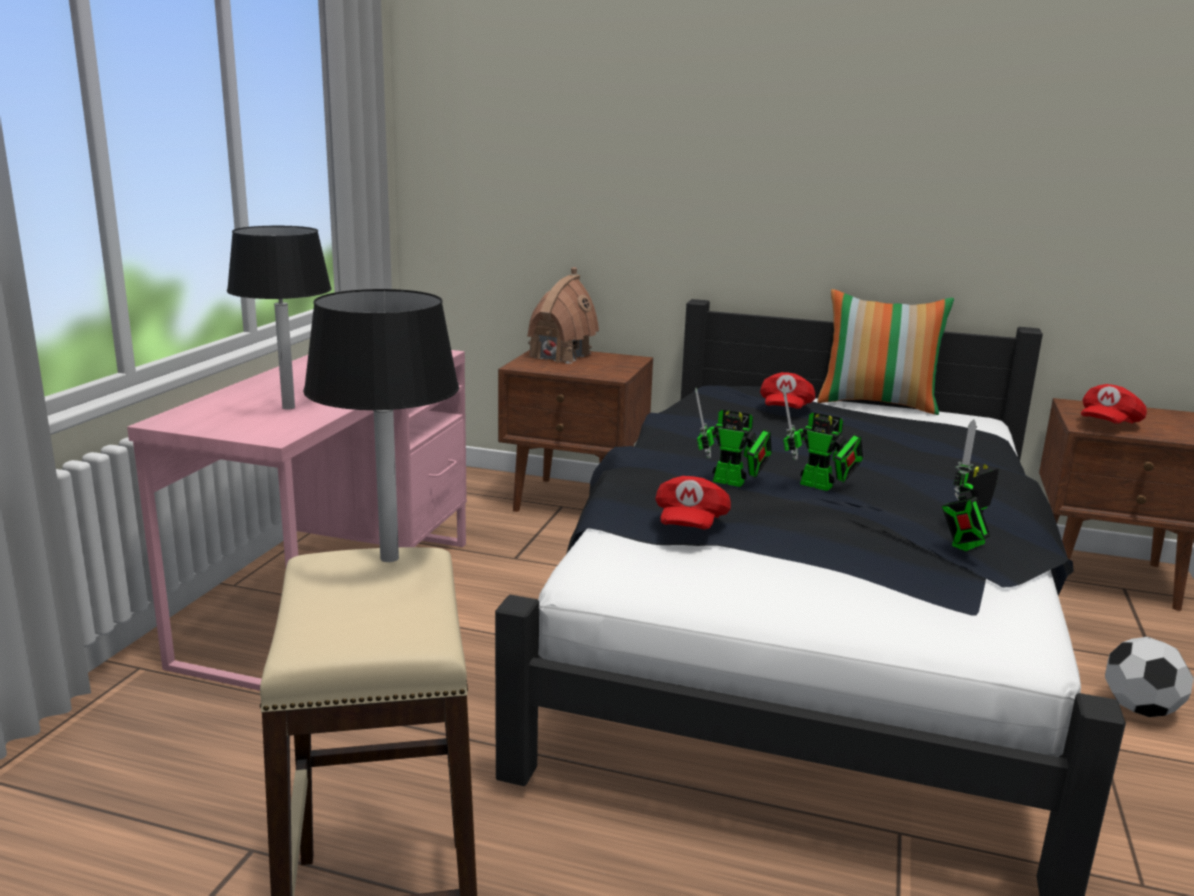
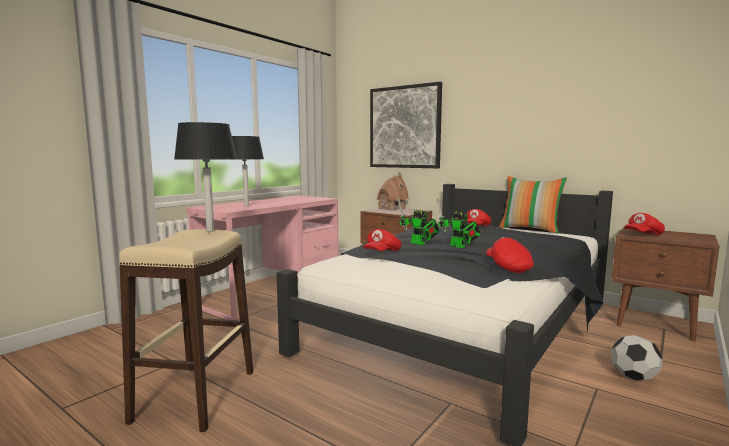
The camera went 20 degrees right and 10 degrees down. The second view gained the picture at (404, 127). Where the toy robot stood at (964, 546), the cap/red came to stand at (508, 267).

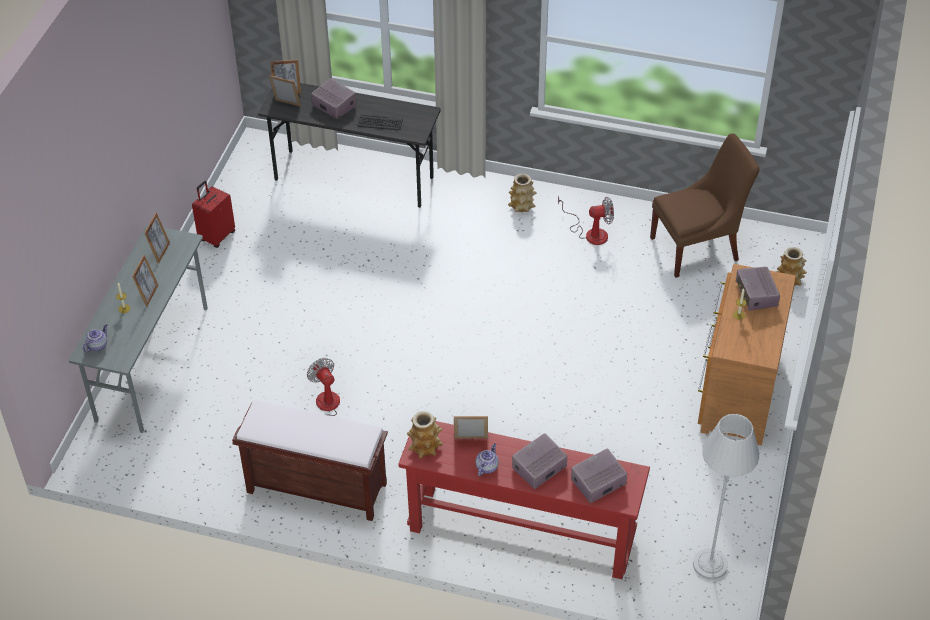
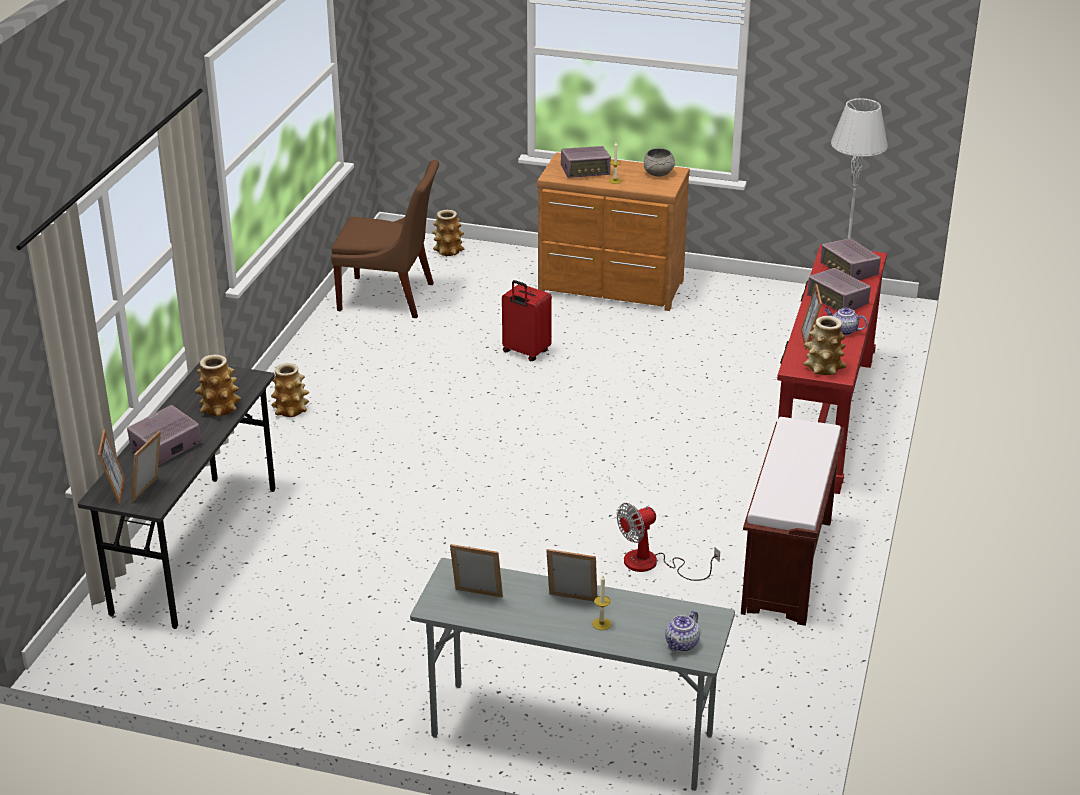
The camera went 90 degrees left and 15 degrees down. The second view lost the fan at (590, 232). The second view gained the bowl/grey at (658, 173). The suitcase/red ended up elsewhere, having gone from (216, 236) to (525, 352). Where the keyboard stood at (379, 123), the vase came to stand at (219, 408). The teapot at (97, 345) ended up facing another way, 90 degrees counterclockwise from before. The chair/brown at (698, 248) ended up facing another way, 120 degrees clockwise from before.

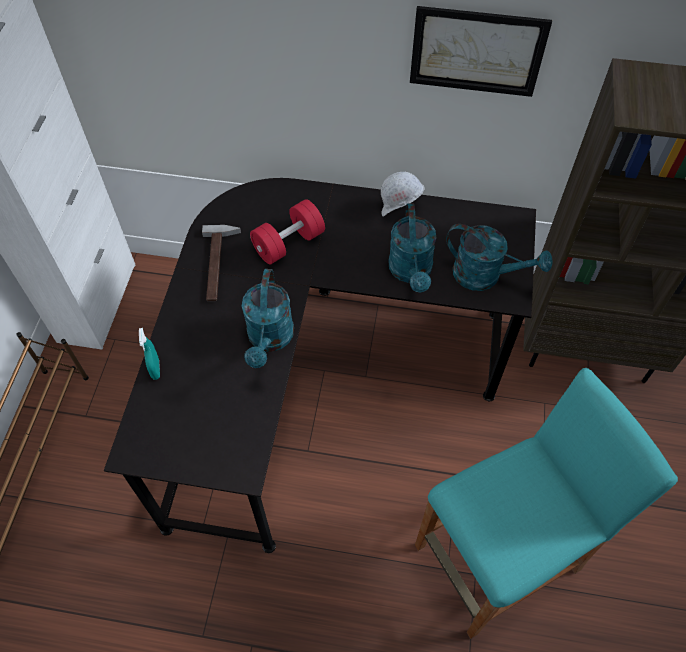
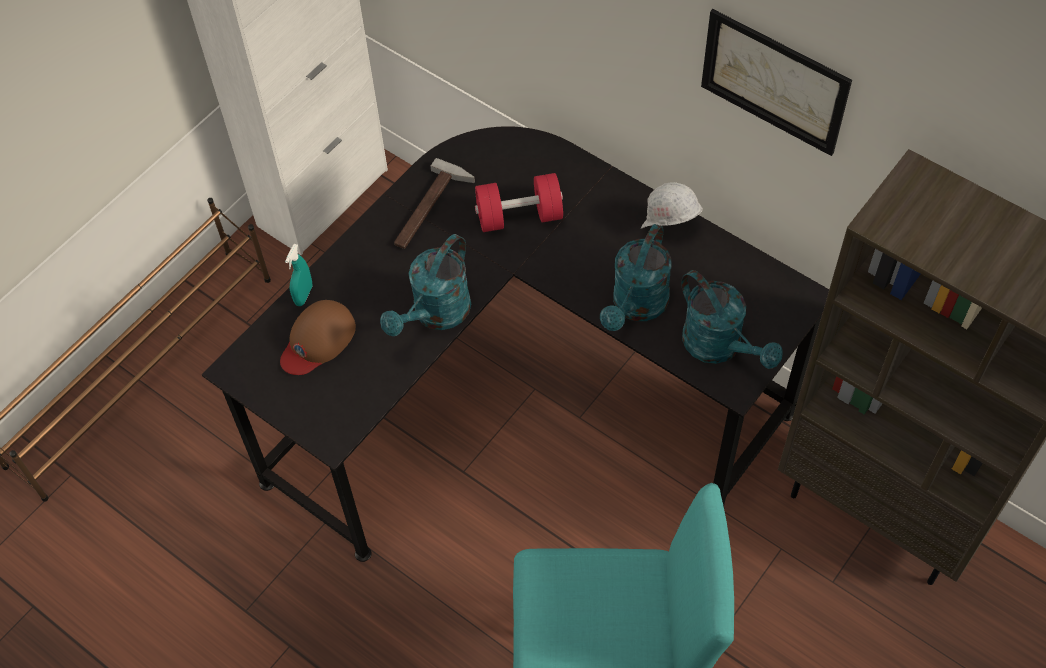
The camera went 30 degrees right and 0 degrees up. The second view gained the cap/brown at (318, 340).

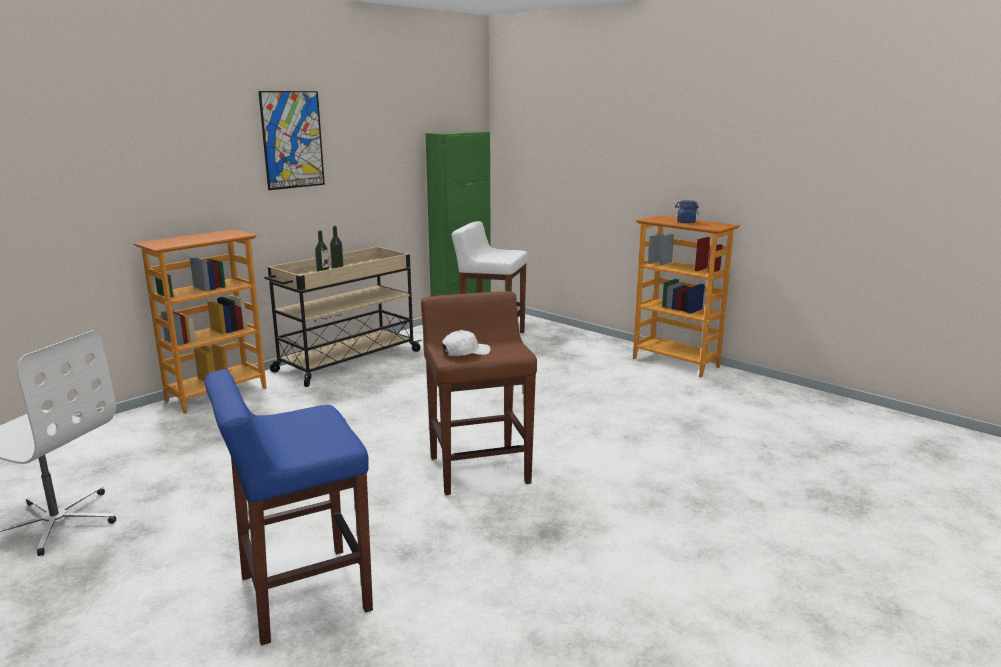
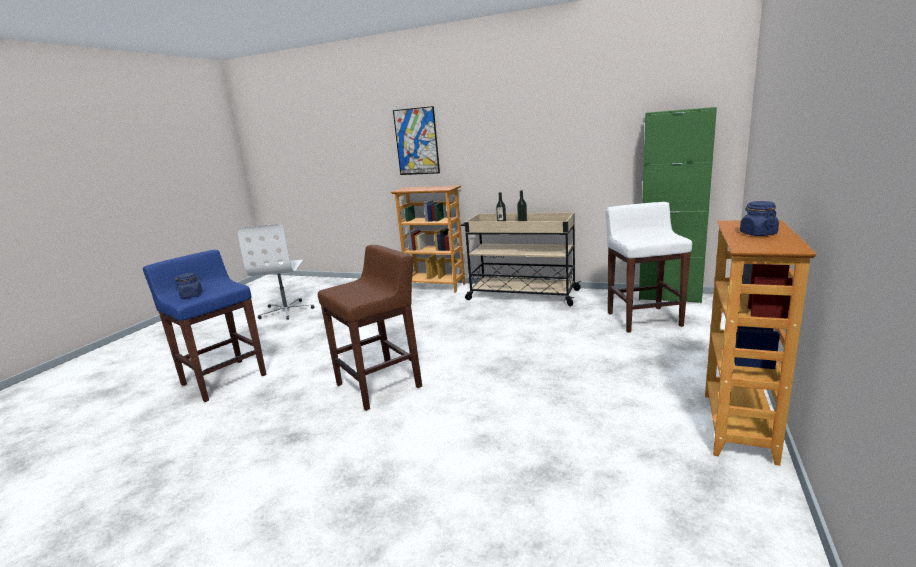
The camera went 70 degrees right and 0 degrees up. The second view lost the cap/white at (465, 352). The second view gained the jar/blue at (192, 295). The picture ended up elsewhere, having gone from (292, 140) to (416, 141).

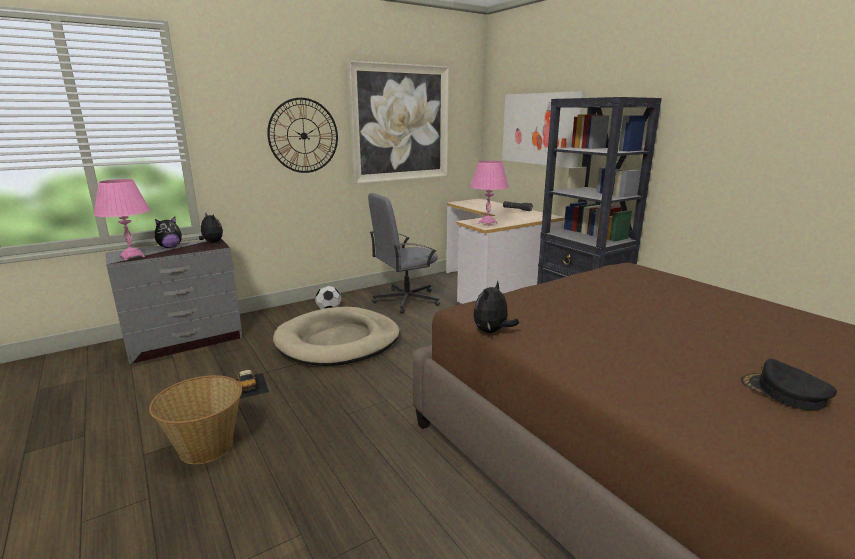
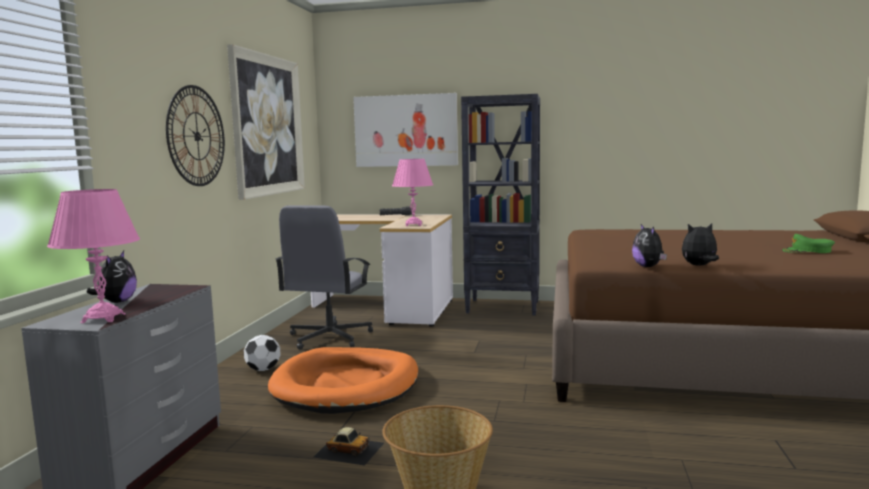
The camera went 45 degrees left and 10 degrees down. The plush toy ended up elsewhere, having gone from (212, 242) to (699, 266). What was the dog bed/beige at (338, 341) turned into the dog bed/orange at (346, 385). What was the cap/black at (784, 392) turned into the cap/green at (807, 251).

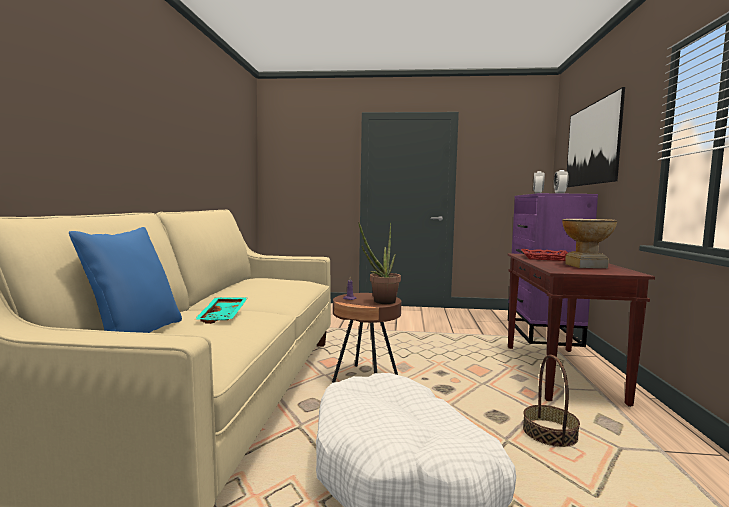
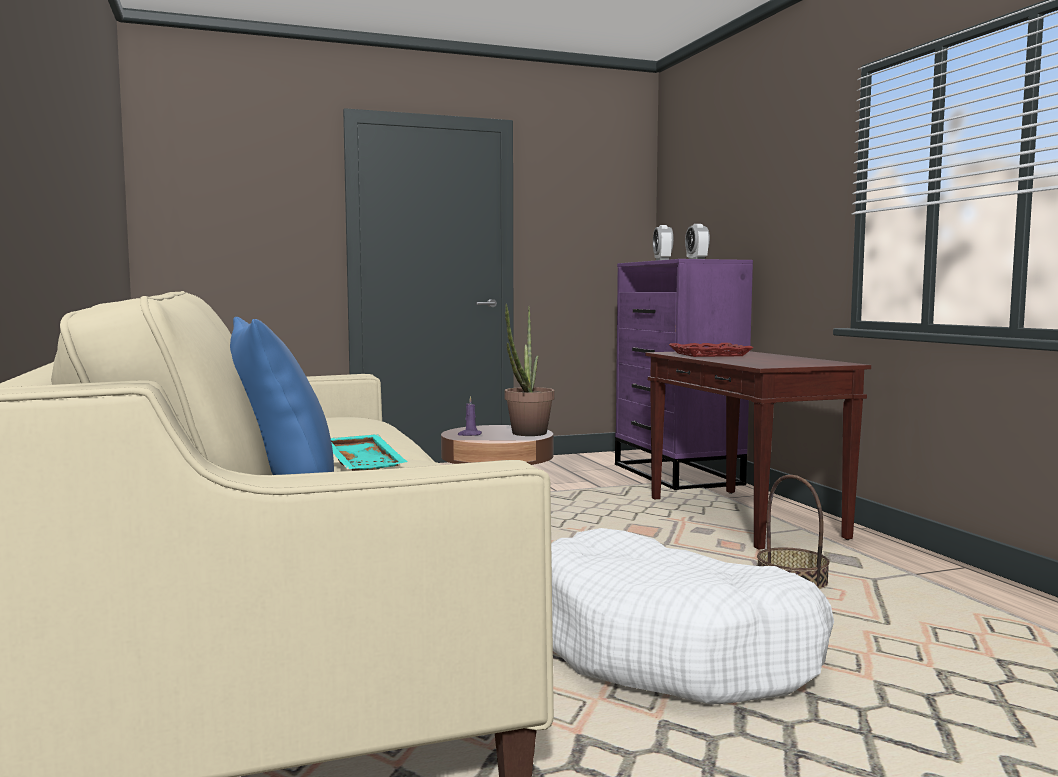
The camera went 25 degrees left and 0 degrees up. The second view lost the vase at (585, 266). The second view lost the picture at (592, 144).

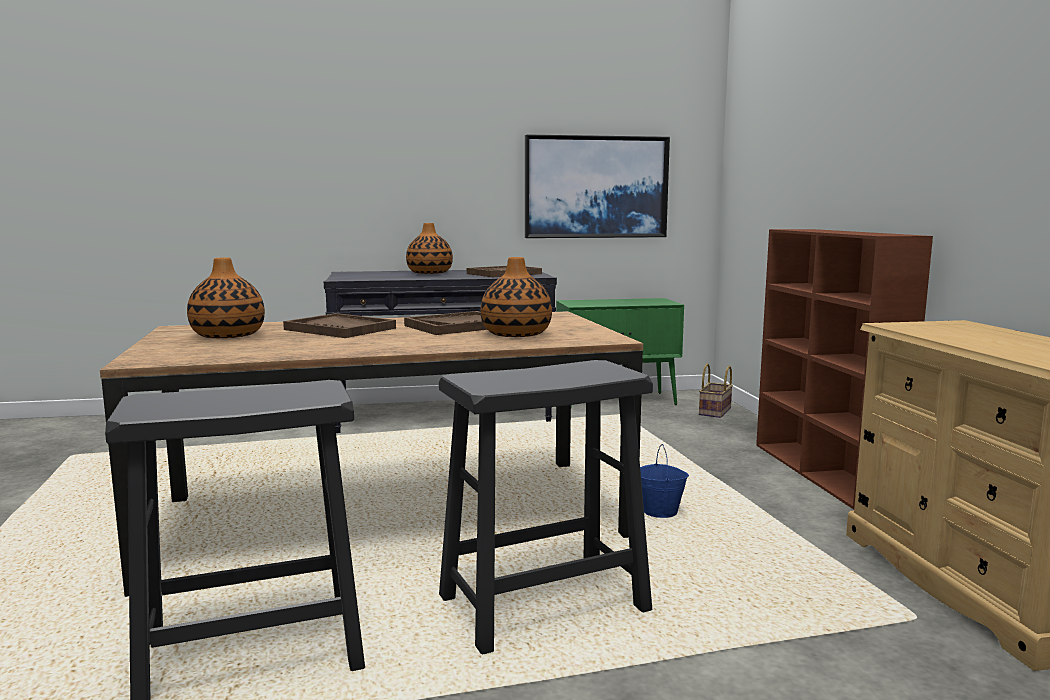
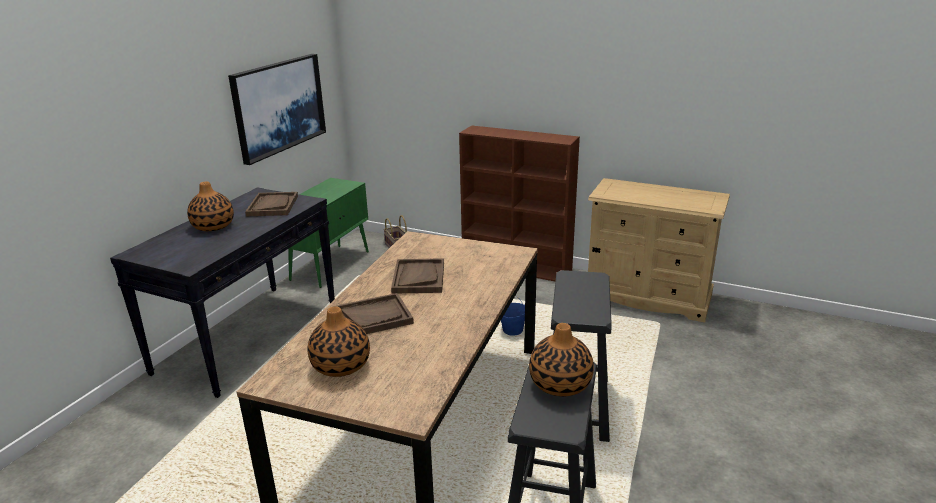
The camera went 55 degrees left and 15 degrees up. The vase ended up elsewhere, having gone from (516, 334) to (560, 384).

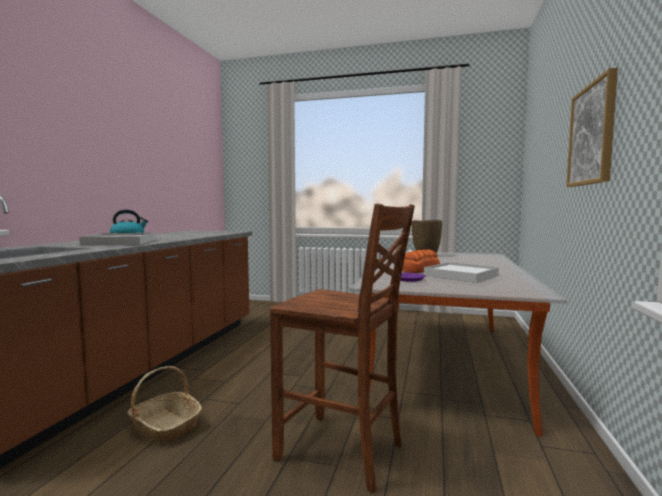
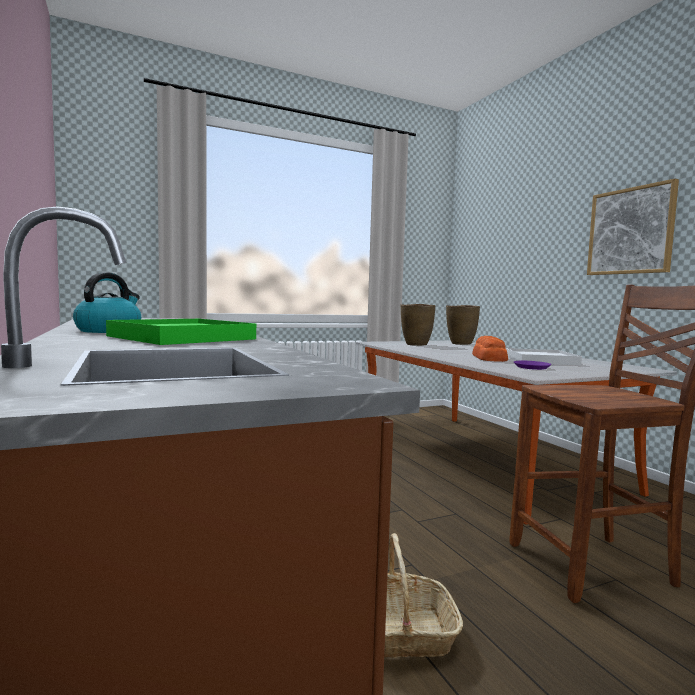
The camera went 40 degrees left and 0 degrees up. The second view gained the vase/brown at (461, 343). What was the tray/white at (120, 242) turned into the tray/green at (182, 338).

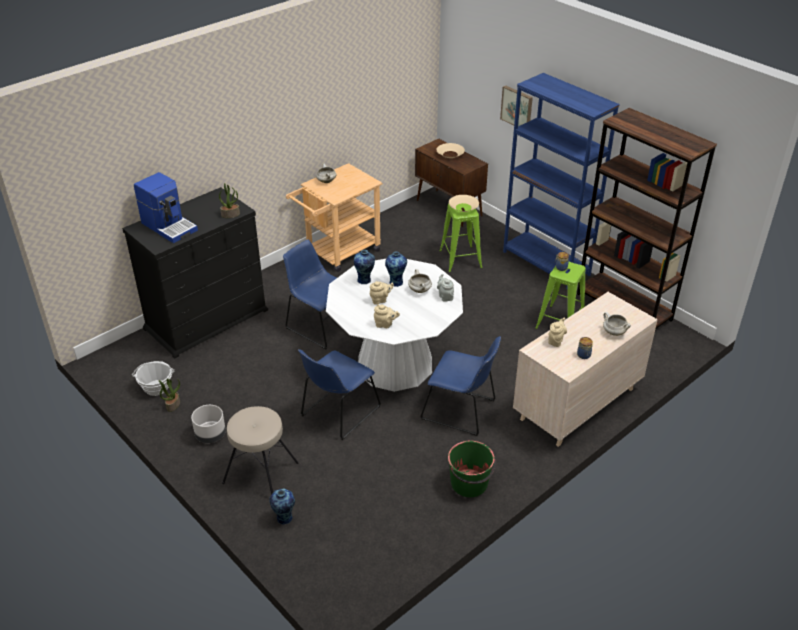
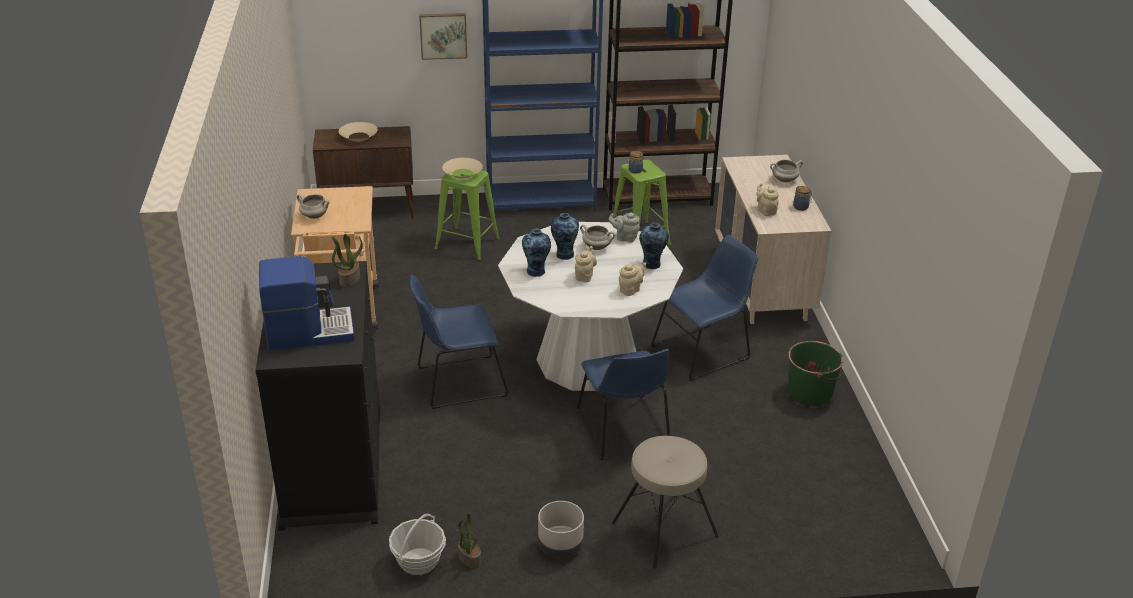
The camera went 55 degrees left and 5 degrees down. The vase ended up elsewhere, having gone from (284, 518) to (652, 265).

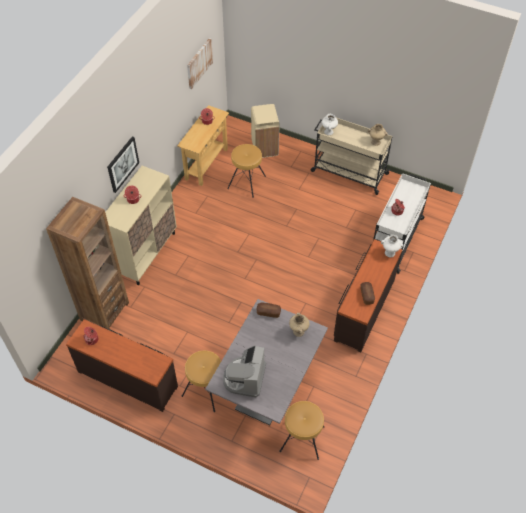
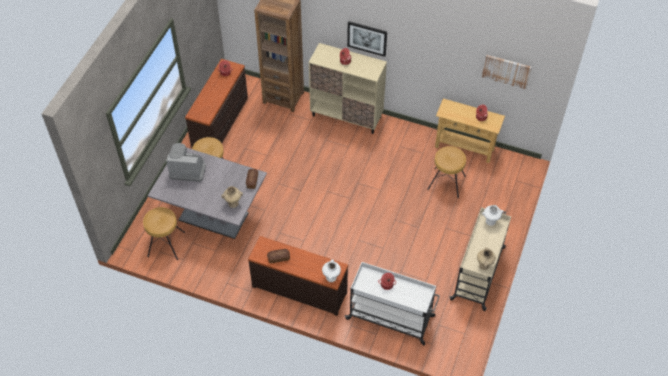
The camera went 85 degrees right and 0 degrees up. The second view lost the trash can/beige at (265, 148).

